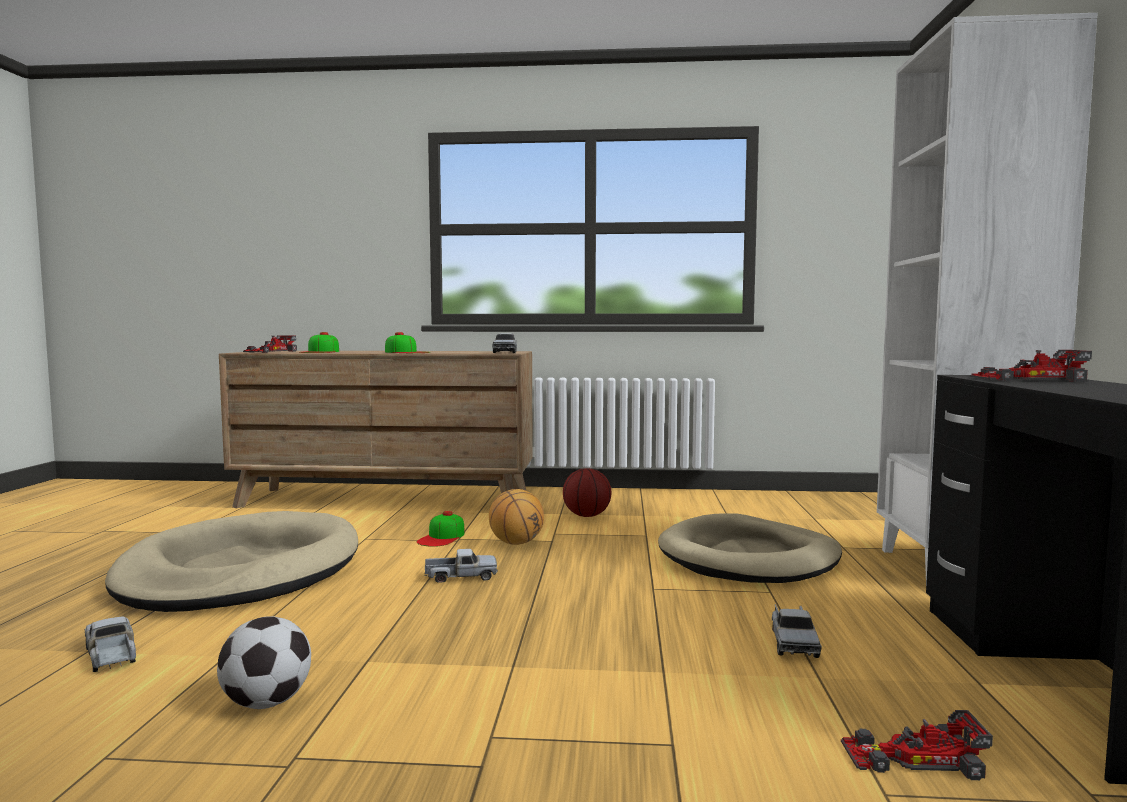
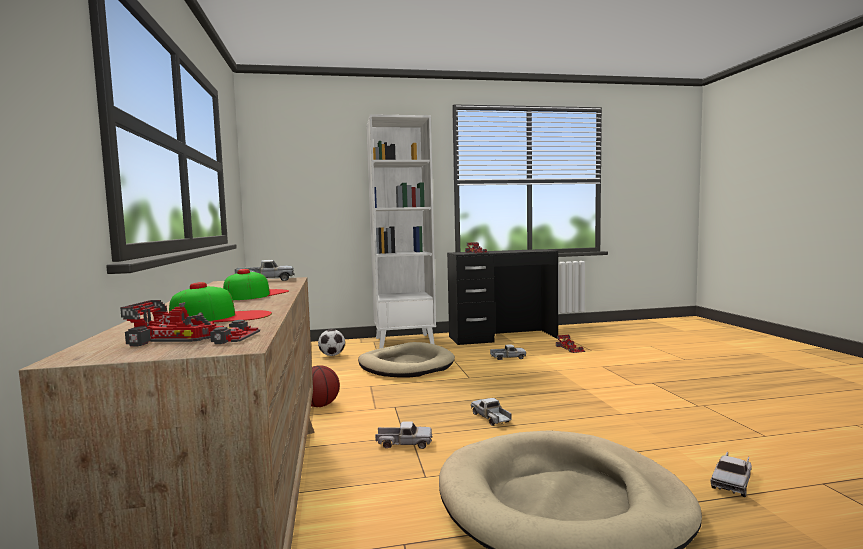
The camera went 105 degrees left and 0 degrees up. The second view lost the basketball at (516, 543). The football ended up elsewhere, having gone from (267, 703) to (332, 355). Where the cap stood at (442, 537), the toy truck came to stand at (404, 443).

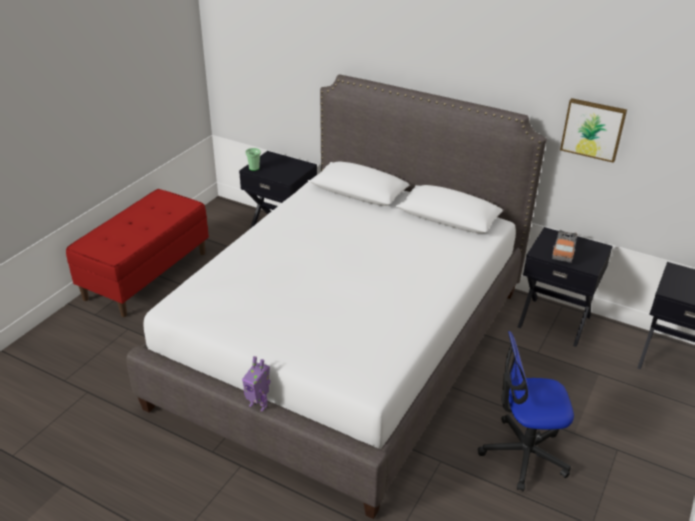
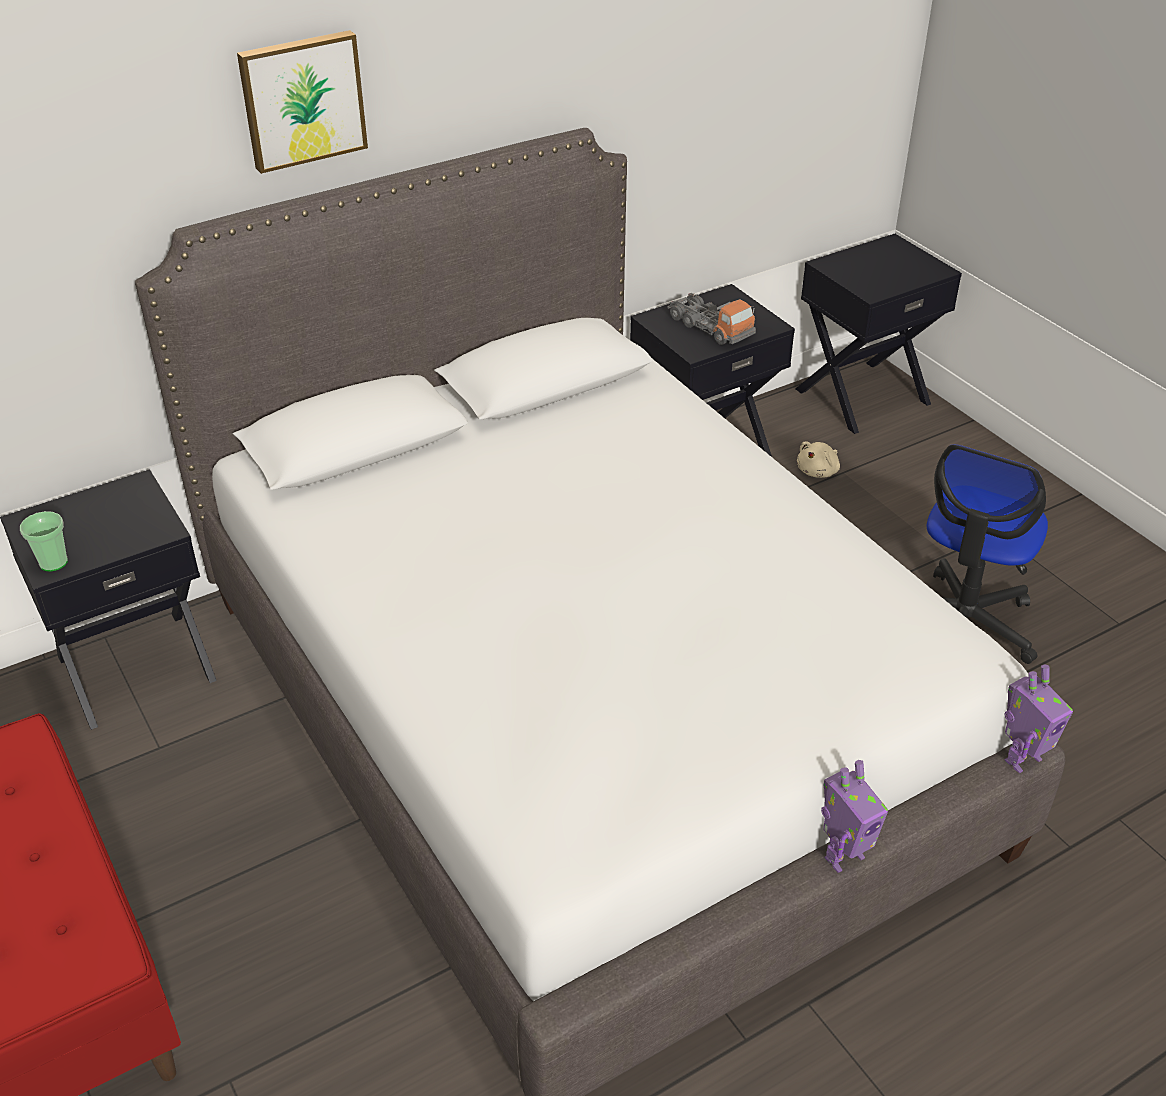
The camera went 60 degrees left and 5 degrees up. The second view gained the plush toy/beige at (818, 471). The second view gained the toy robot at (1021, 758). The picture ended up elsewhere, having gone from (593, 129) to (302, 99).

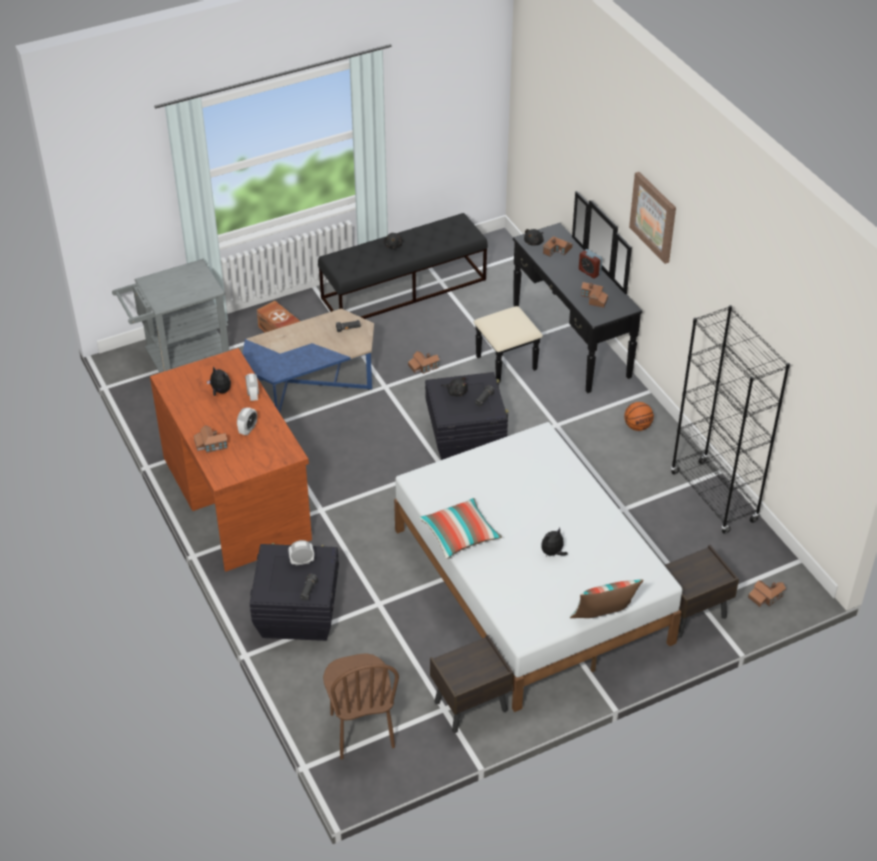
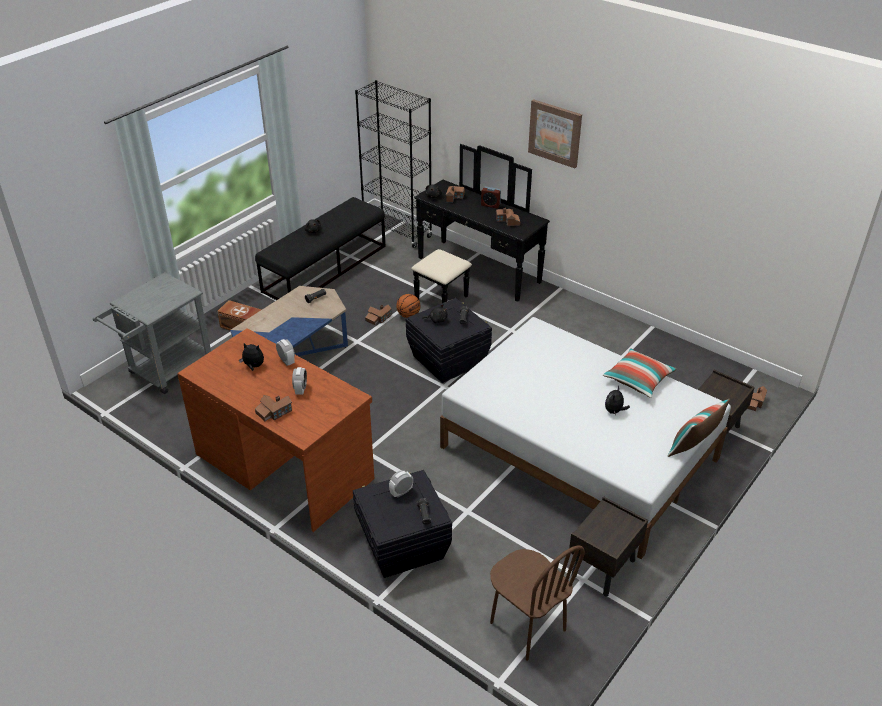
The camera went 25 degrees left and 5 degrees down. The pillow ended up elsewhere, having gone from (459, 535) to (638, 380). The basketball ended up elsewhere, having gone from (637, 426) to (408, 315). The bookcase/black ended up elsewhere, having gone from (713, 497) to (397, 231).

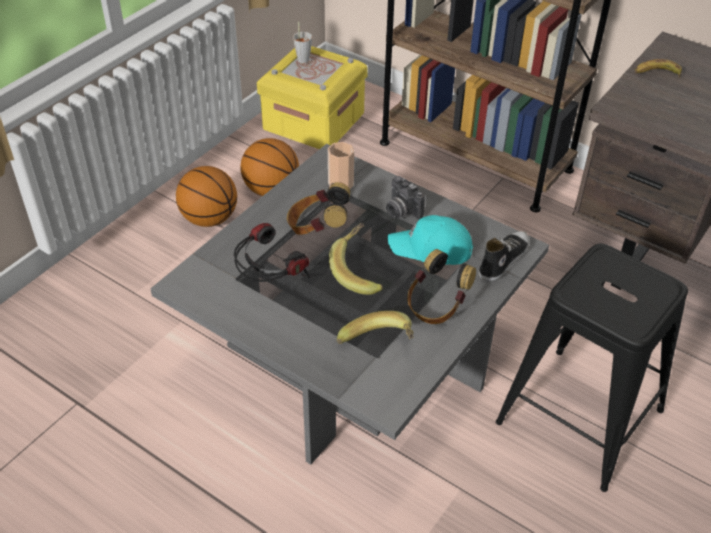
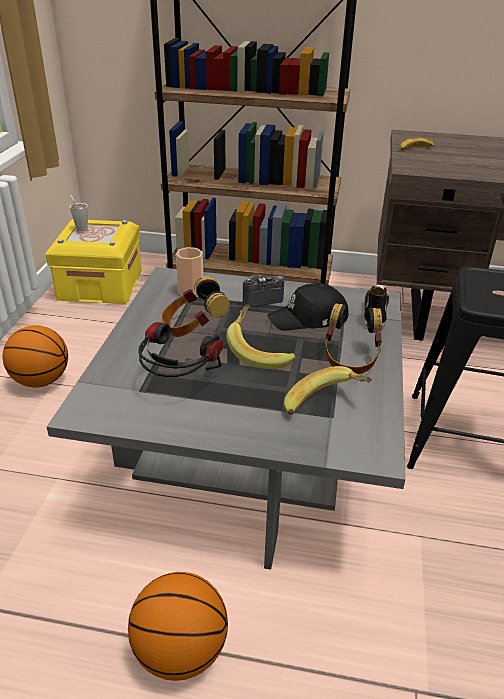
The camera went 25 degrees left and 10 degrees down. The basketball ended up elsewhere, having gone from (271, 189) to (180, 650). What was the cap/turquoise at (431, 249) turned into the cap/black at (309, 319). The photo camera at (400, 211) ended up facing another way, 135 degrees clockwise from before.

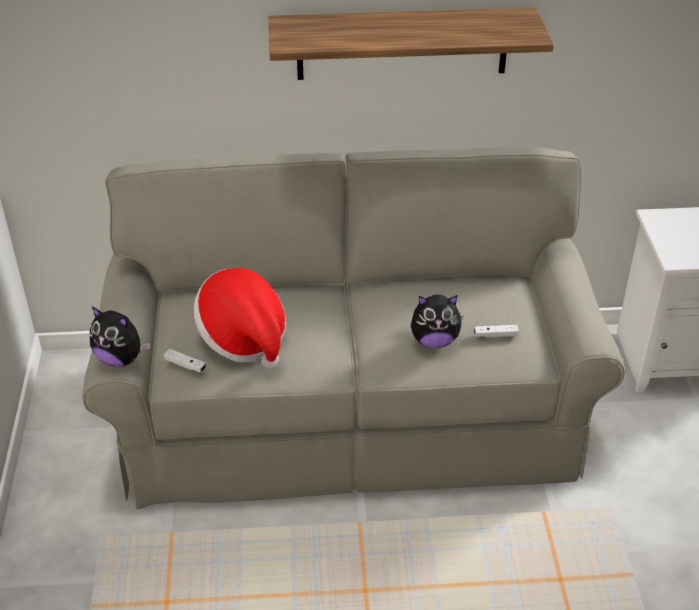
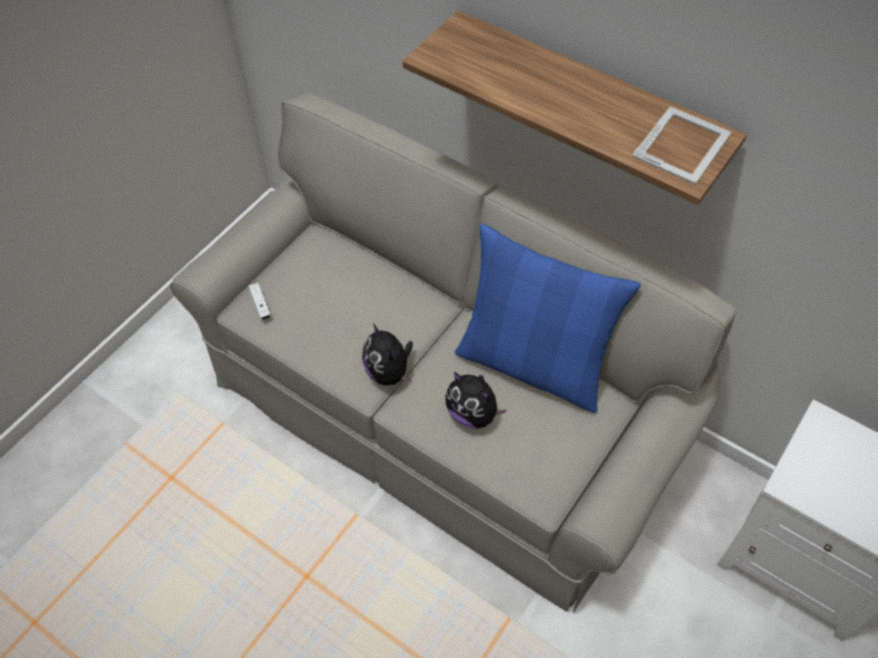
The camera went 40 degrees right and 15 degrees up. The second view lost the hat at (243, 338). The second view lost the game controller/white at (495, 335). The second view gained the pillow/blue at (533, 364). The second view gained the picture frame at (683, 144). The plush toy ended up elsewhere, having gone from (121, 358) to (389, 372).

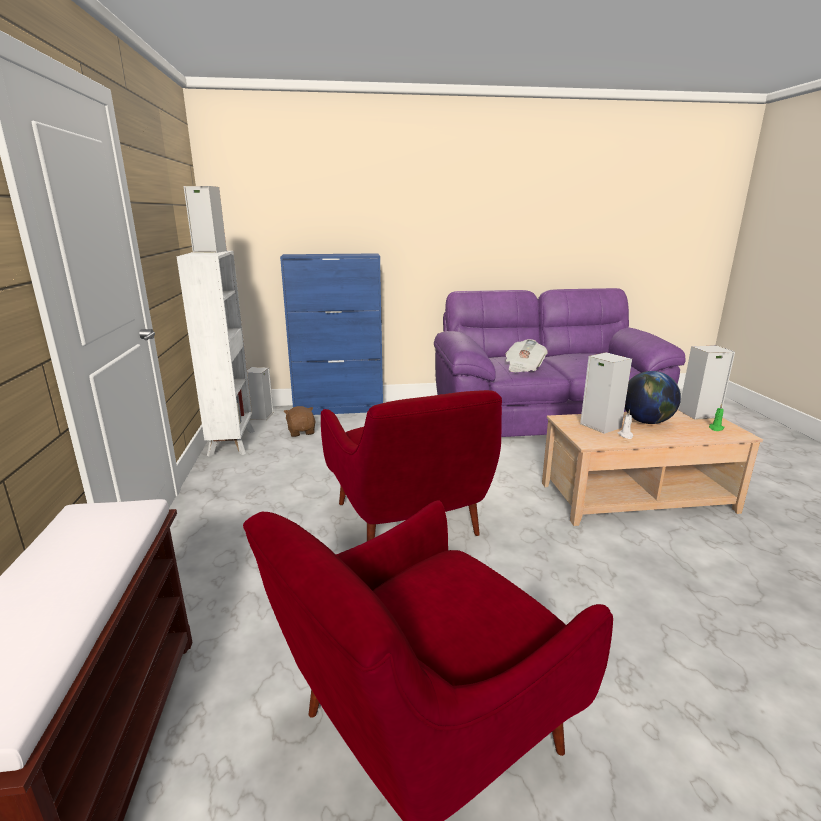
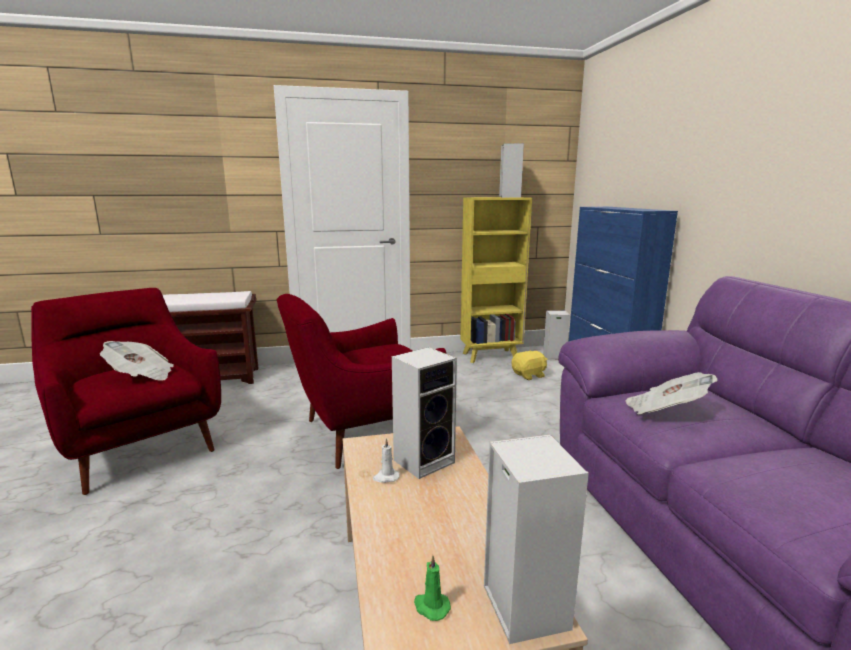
The camera went 85 degrees right and 5 degrees down. The second view lost the globe at (647, 422). The second view gained the newspaper at (141, 376). What was the bookcase/white at (232, 442) turned into the bookcase/yellow at (491, 356). What was the plush toy/brown at (301, 432) turned into the plush toy/yellow at (529, 375).

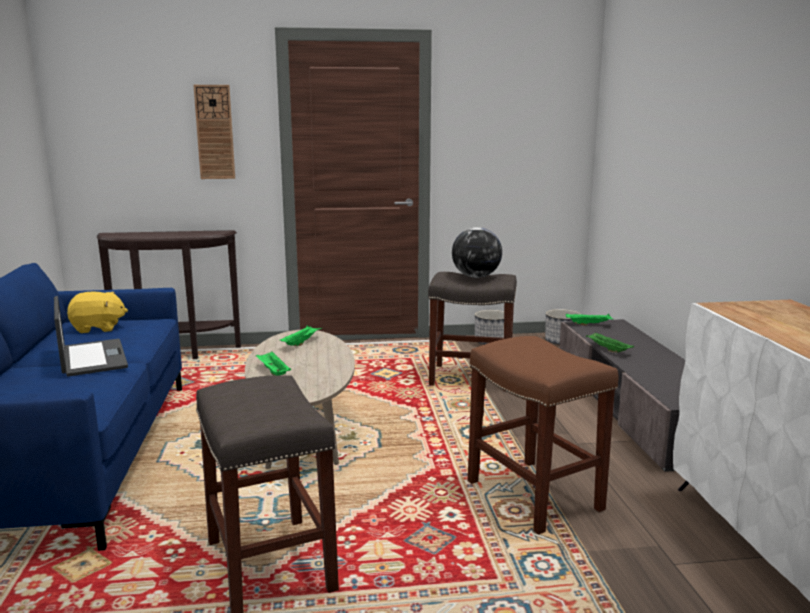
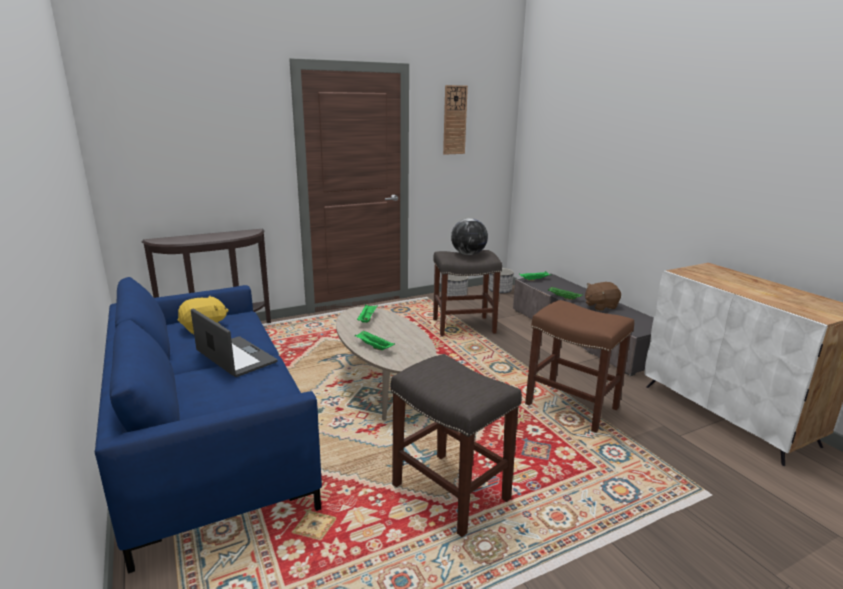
The camera went 20 degrees left and 5 degrees up. The second view gained the plush toy/brown at (600, 306). The wall clock ended up elsewhere, having gone from (215, 132) to (454, 120).

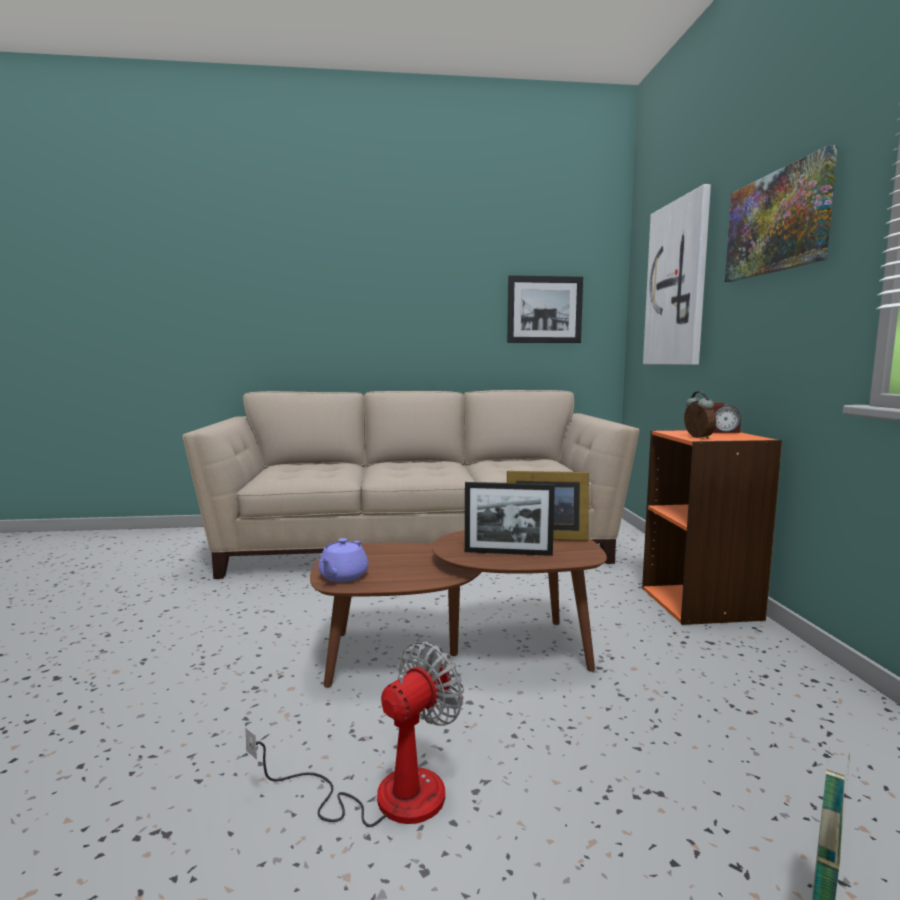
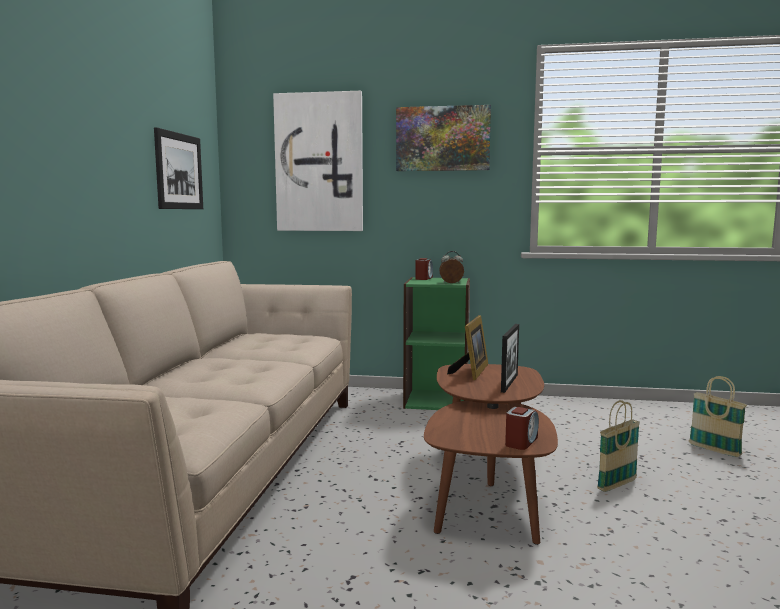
The camera went 75 degrees left and 0 degrees up. The second view lost the fan at (384, 795). The second view gained the basket at (617, 485). Where the teapot/purple stood at (342, 576), the alarm clock came to stand at (521, 442). What was the bookcase/orange at (701, 603) turned into the bookcase/green at (436, 400).

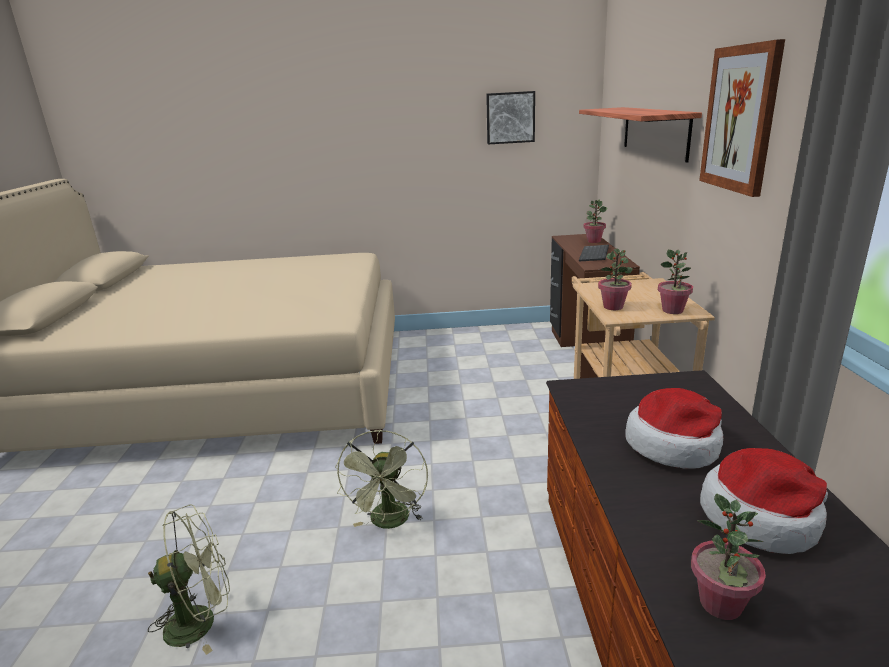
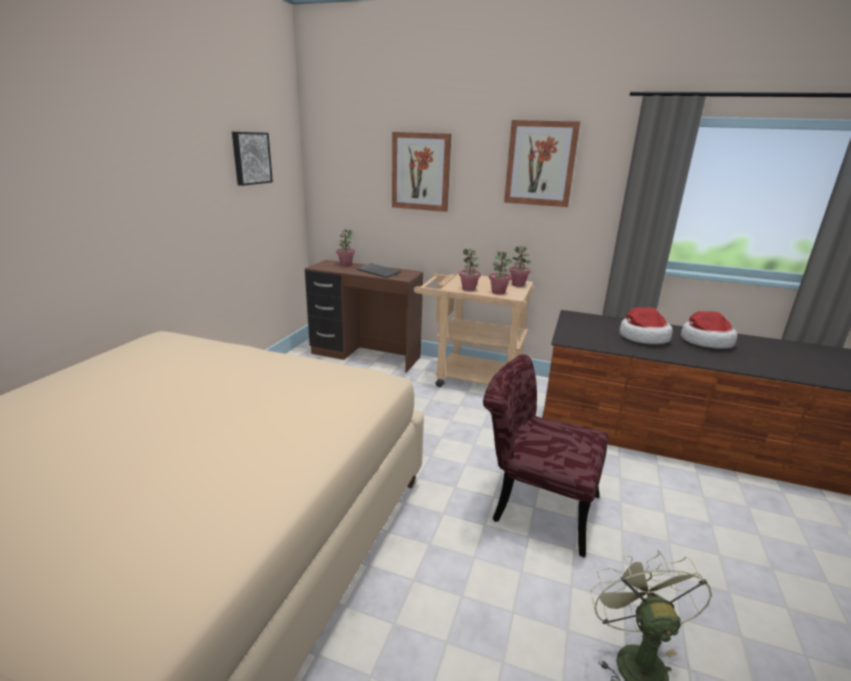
The camera went 70 degrees left and 0 degrees up. The potted plant ended up elsewhere, having gone from (720, 604) to (469, 289). Where the fan/green stood at (390, 522), the chair/red came to stand at (534, 505). Where the shelf hung at (654, 131), the picture came to hang at (421, 172).

